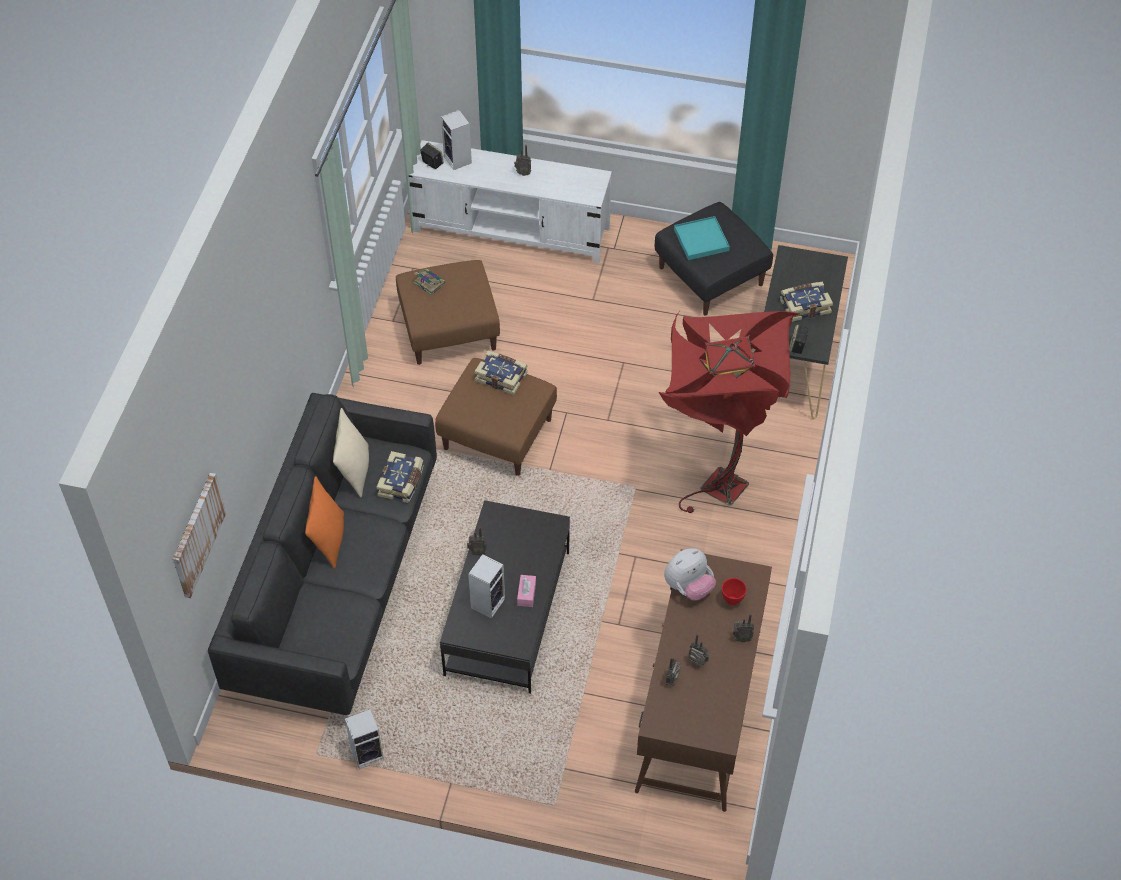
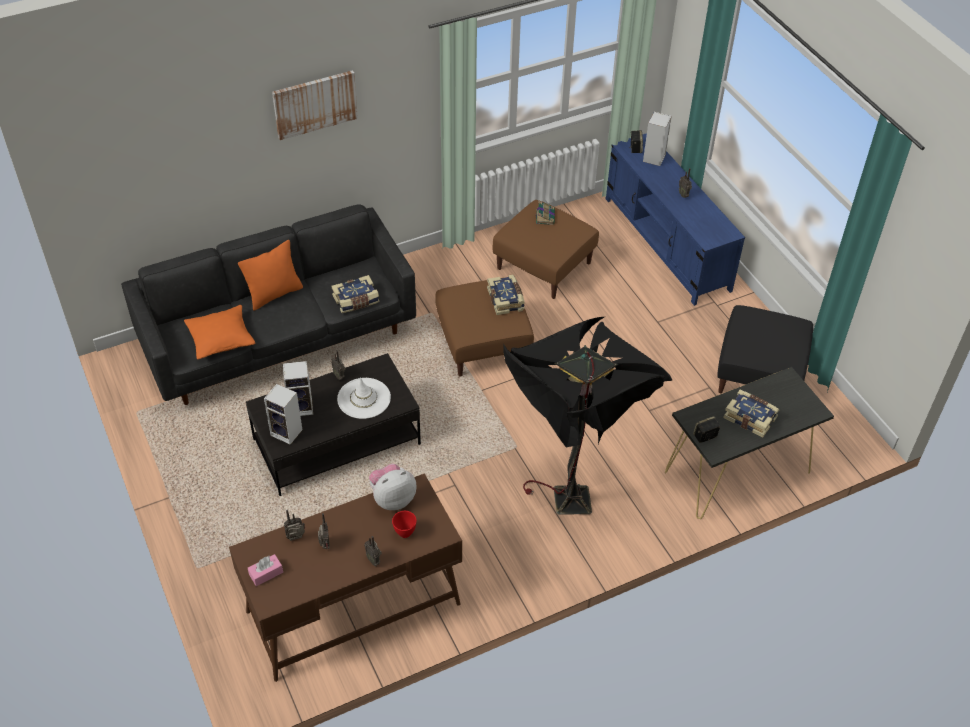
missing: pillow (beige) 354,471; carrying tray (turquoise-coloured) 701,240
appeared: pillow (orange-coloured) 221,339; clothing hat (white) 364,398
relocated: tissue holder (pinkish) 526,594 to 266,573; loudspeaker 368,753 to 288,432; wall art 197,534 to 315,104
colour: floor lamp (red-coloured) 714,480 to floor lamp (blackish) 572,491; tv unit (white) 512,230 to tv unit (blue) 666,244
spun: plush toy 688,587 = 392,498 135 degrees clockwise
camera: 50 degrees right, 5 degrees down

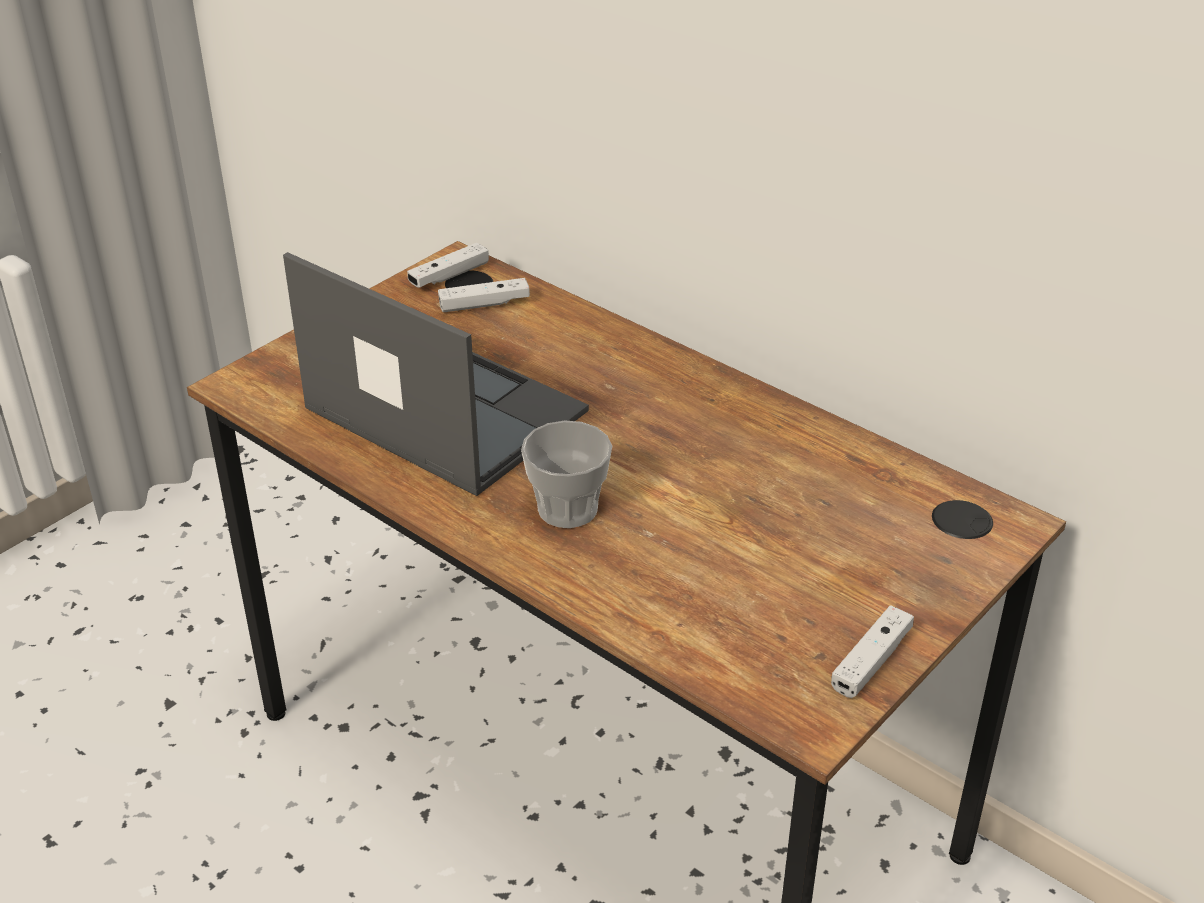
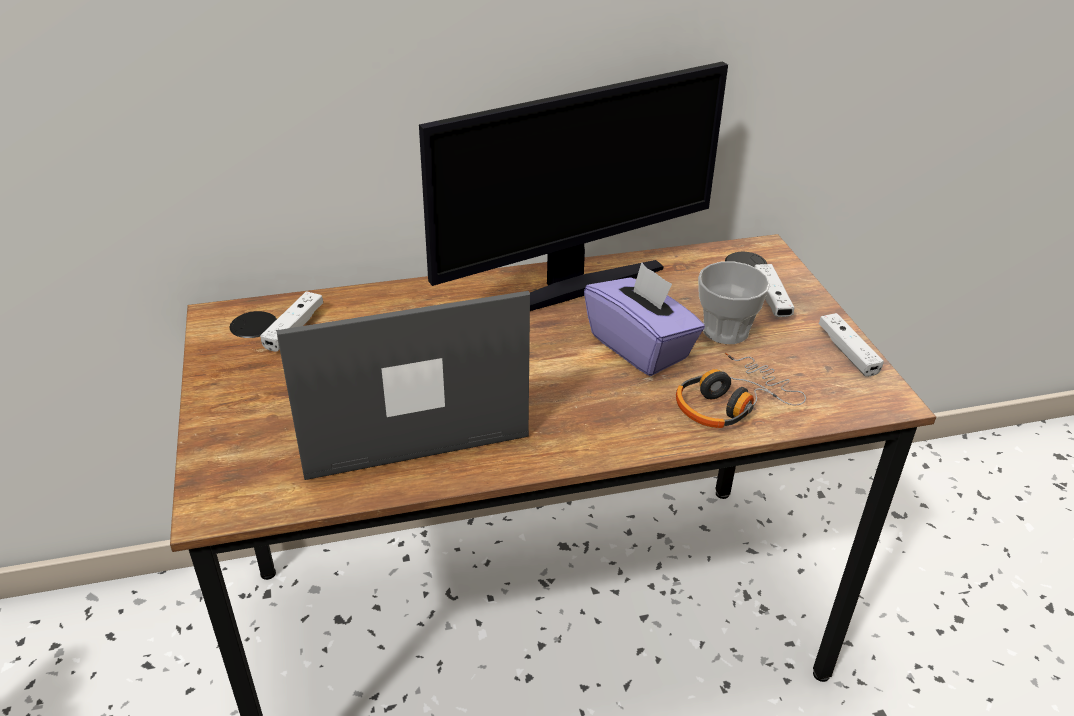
appeared: computer screen 570,288; tissue holder (purplish) 640,347; headphones 731,403
relocated: drinking cup 567,509 to 725,330; gamepad (white) 449,275 to 771,299
camera: 55 degrees left, 0 degrees up

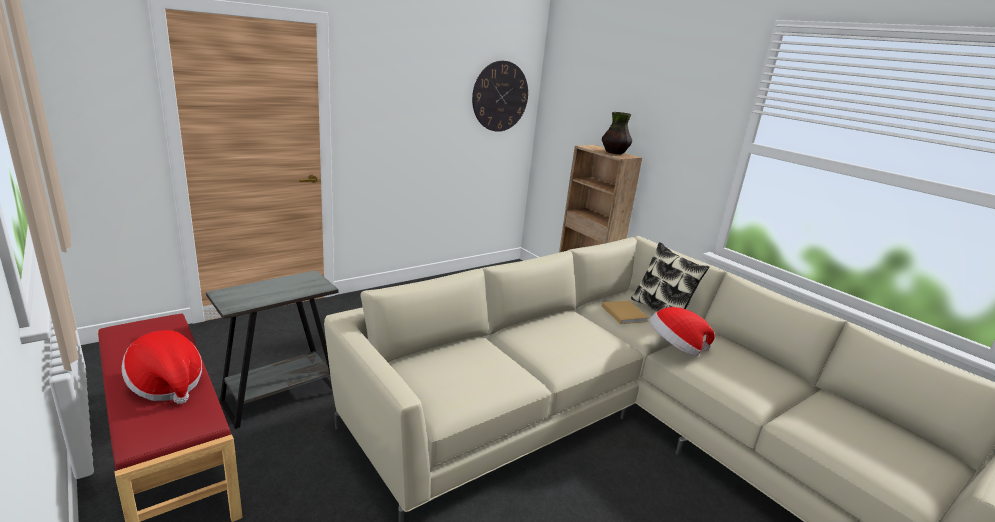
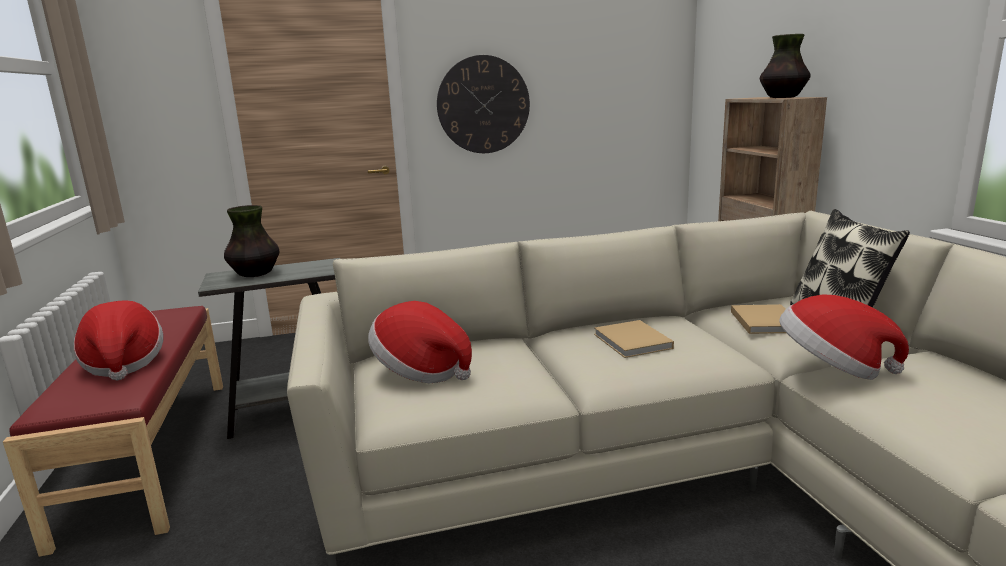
appeared: flower vase 255,274; clothing hat 420,371; volume (beige) 633,342
relocated: clock on the wall 500,96 to 483,105
camera: 25 degrees right, 5 degrees down

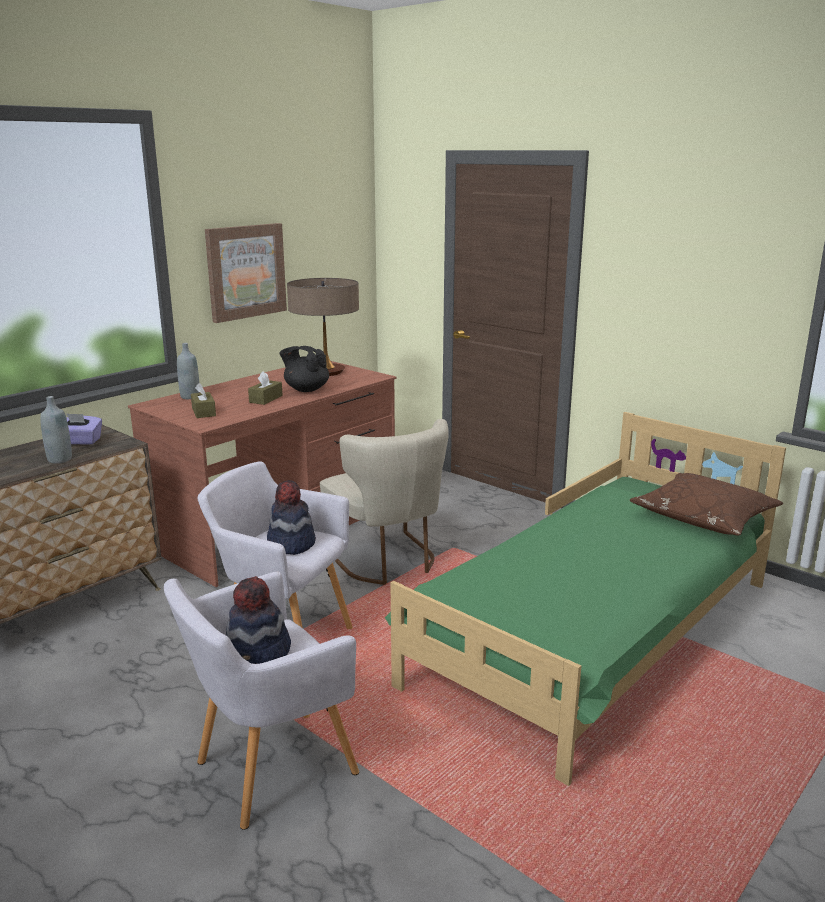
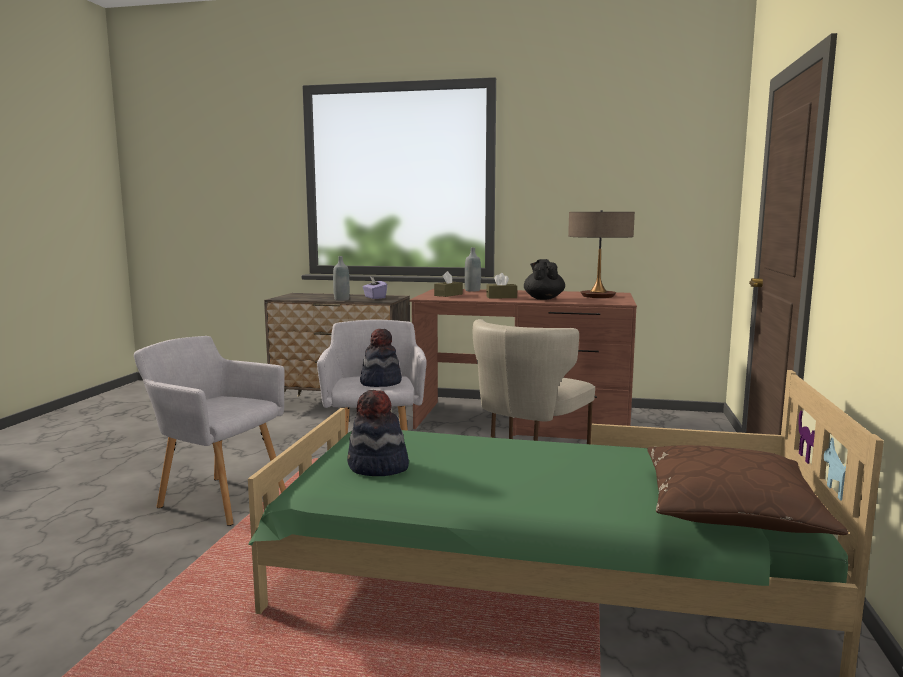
missing: wall art 245,271
relocated: clothing hat 258,654 to 377,467
camera: 60 degrees right, 10 degrees down

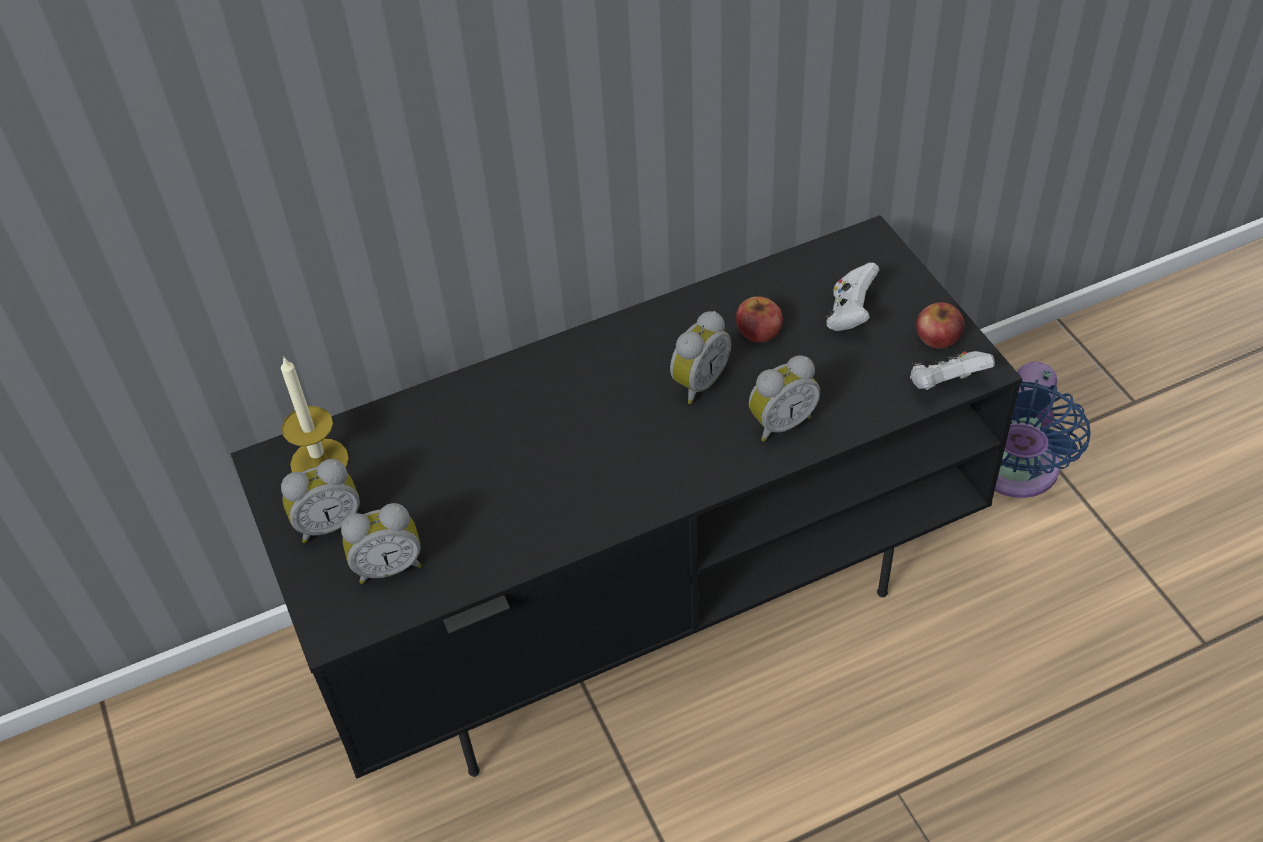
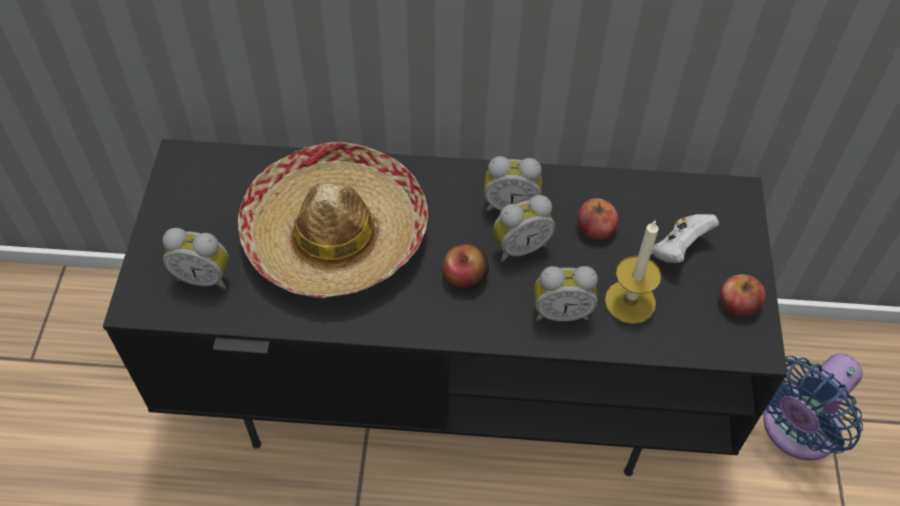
missing: gamepad (white) 945,385
appeared: clothing hat 335,234; apple 465,277
relocated: alarm clock 329,523 to 510,205; candle 319,461 to 630,301
camera: 25 degrees right, 5 degrees up

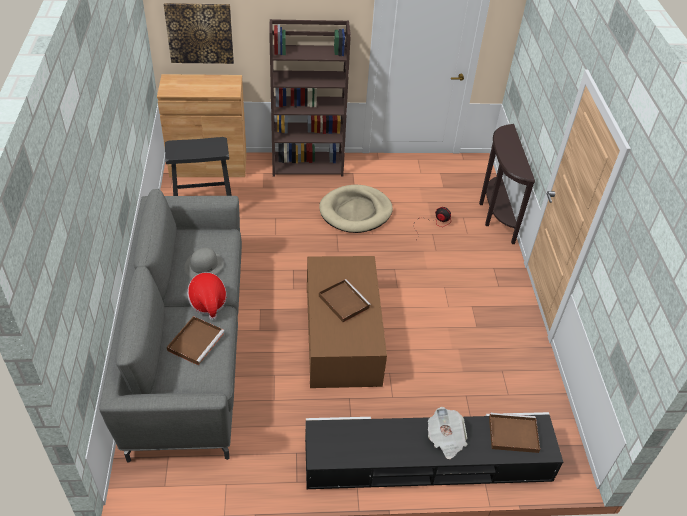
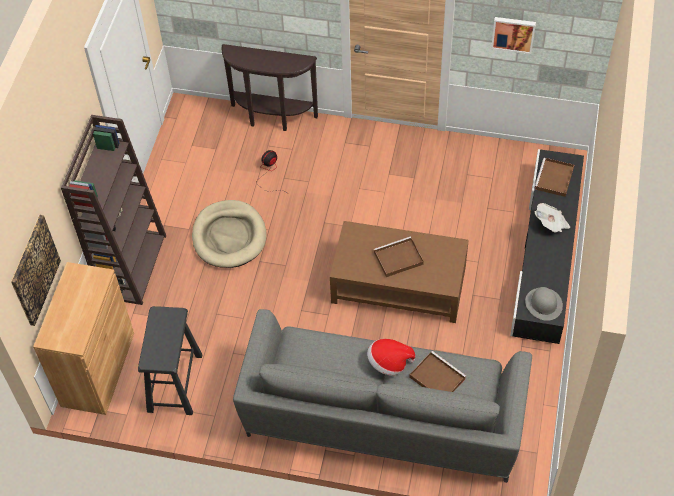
appeared: wall art 513,33
relocated: clothing hat (gray) 204,265 to 543,304
camera: 70 degrees left, 10 degrees up

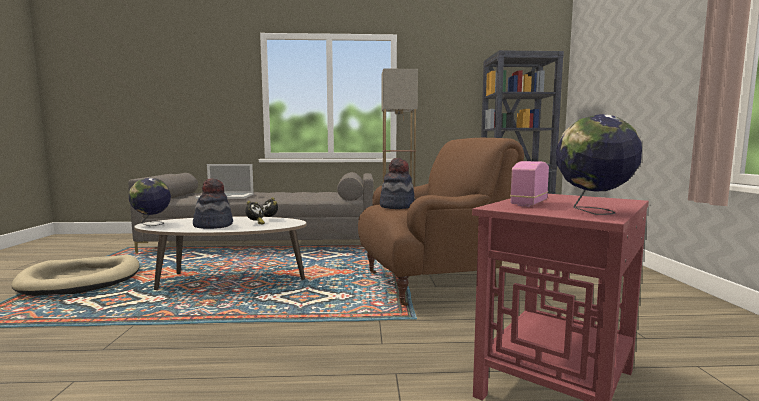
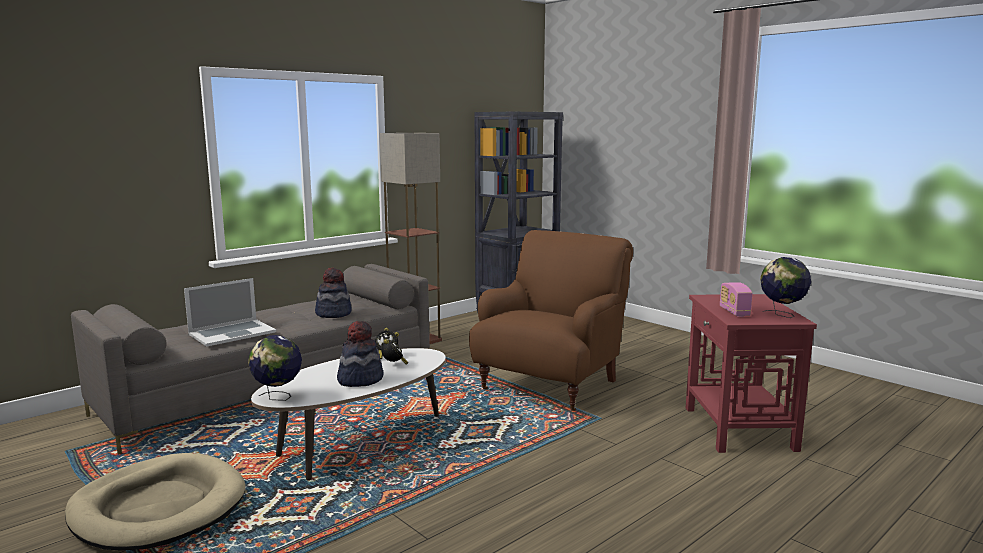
relocated: clothing hat 397,206 to 333,313
camera: 40 degrees left, 5 degrees up

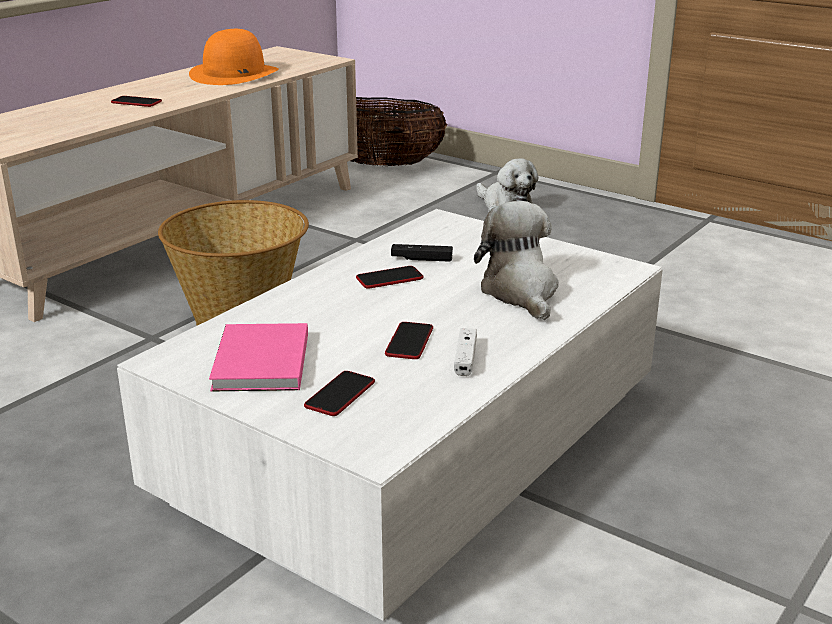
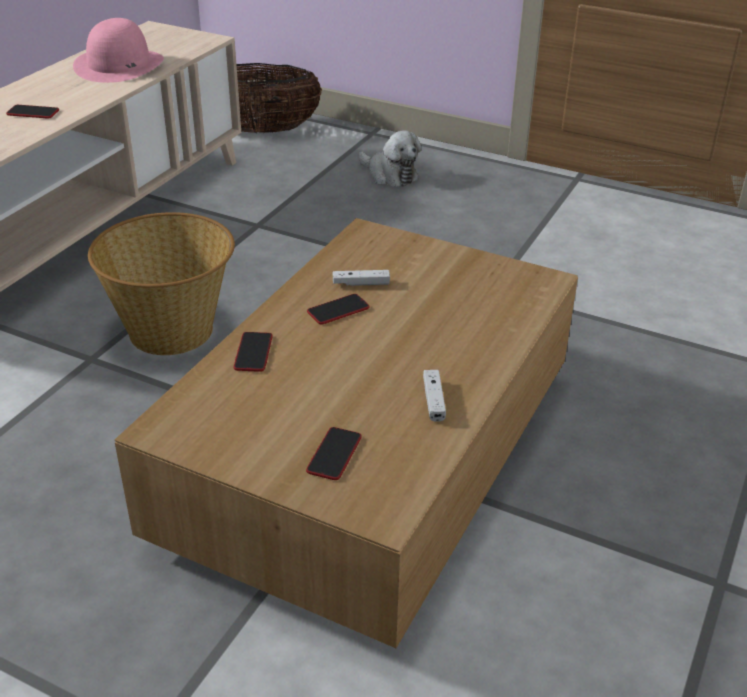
missing: volume (pinkish) 259,363; plush toy 521,292
relocated: phone 409,342 to 253,353
colour: clothing hat (orange-coloured) 234,74 to clothing hat (pinkish) 119,65; lounge table (white) 415,445 to lounge table (brown) 371,457; gamepad (blackish) 421,259 to gamepad (white) 361,283
camera: 10 degrees left, 10 degrees up

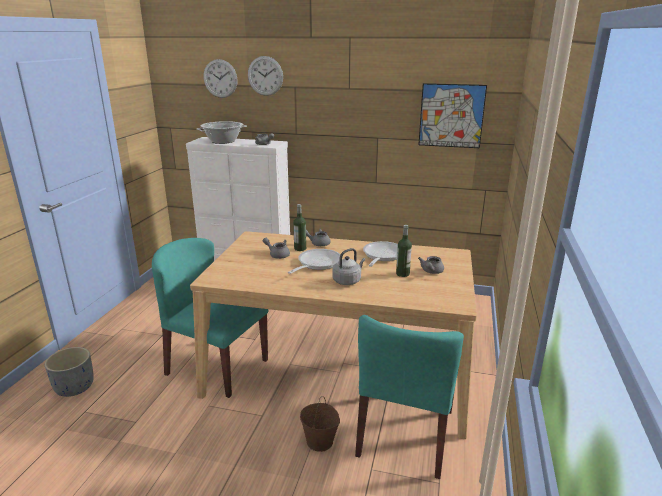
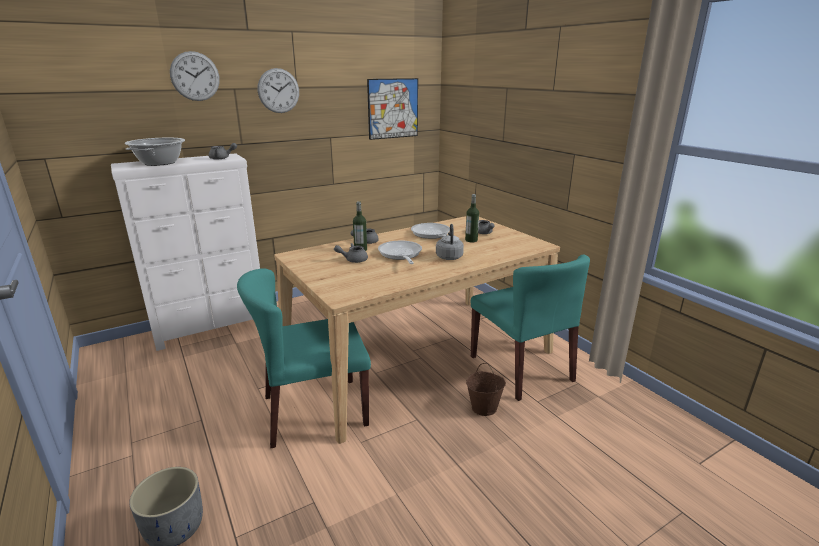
relocated: clock on the wall 220,78 to 278,91
camera: 45 degrees left, 0 degrees up

